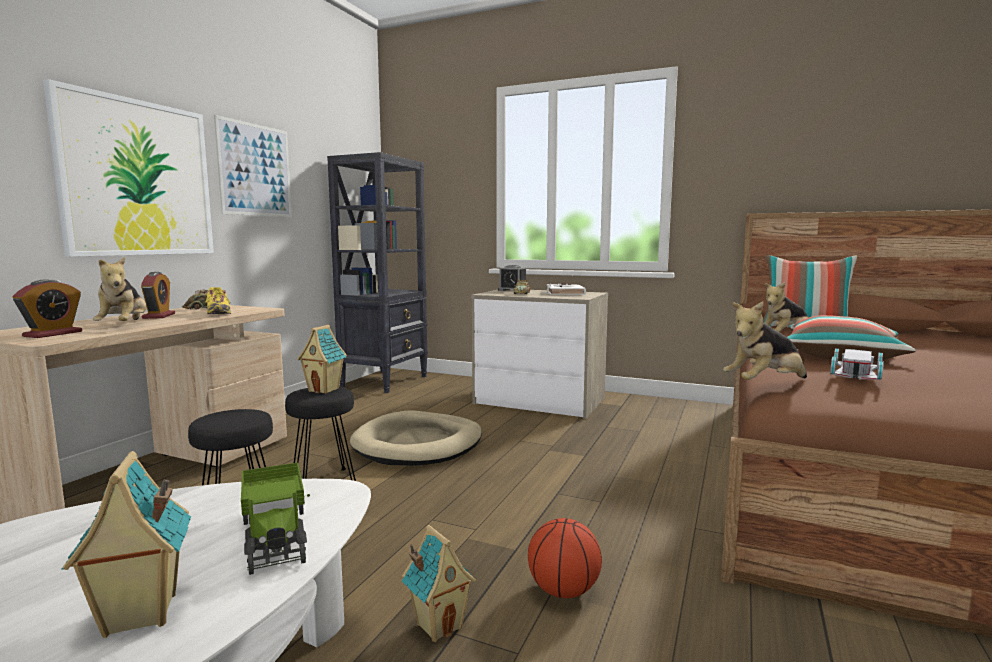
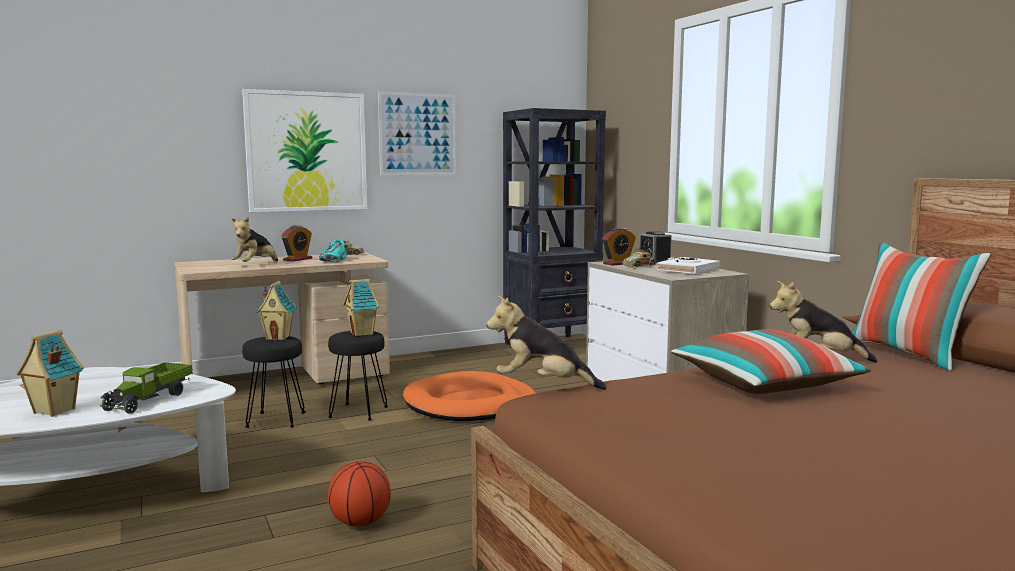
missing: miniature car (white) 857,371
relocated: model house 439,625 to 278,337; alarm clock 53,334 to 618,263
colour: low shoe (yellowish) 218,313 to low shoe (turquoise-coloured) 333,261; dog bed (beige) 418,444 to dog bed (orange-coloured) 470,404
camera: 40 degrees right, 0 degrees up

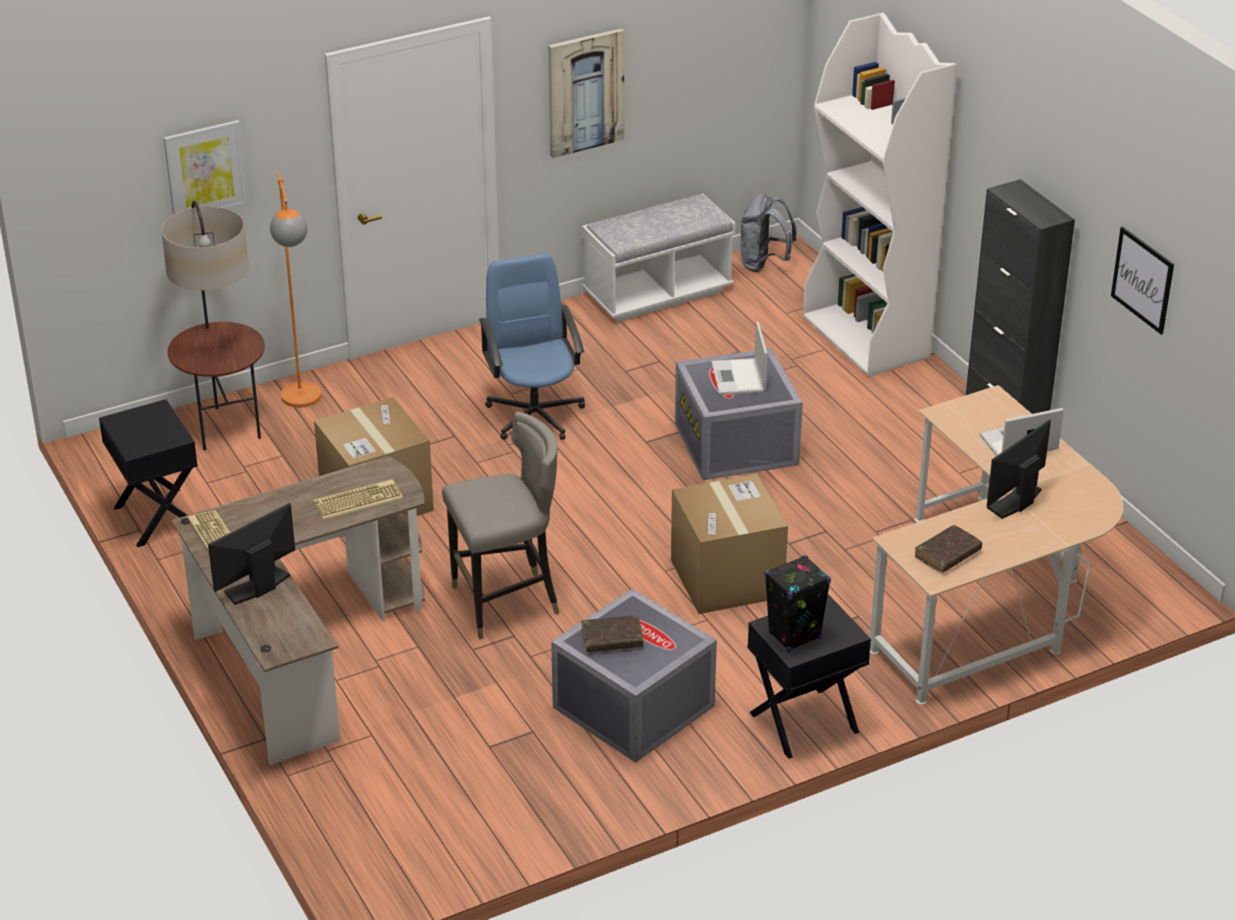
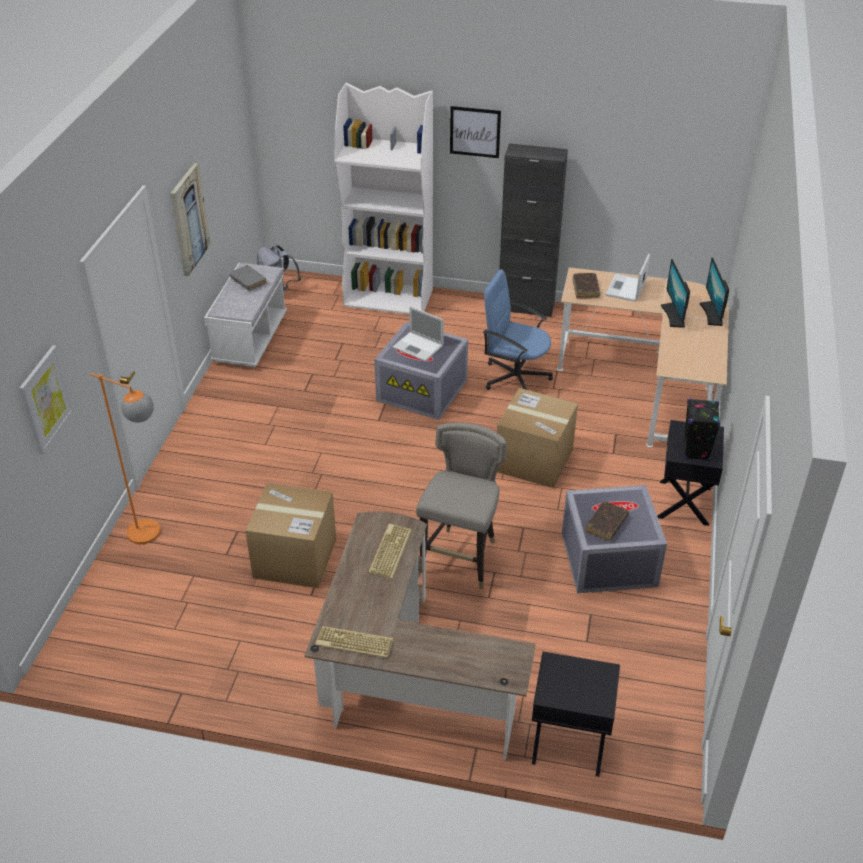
missing: floor lamp 225,428
appeared: volume (gray) 248,281
relocated: wall art 1142,280 to 475,132; computer chair (blue) 535,414 to 515,377; night table (blackish) 157,517 to 568,744; volume (brown) 947,555 to 585,289; computer screen 257,586 to 712,314
camera: 50 degrees left, 5 degrees up

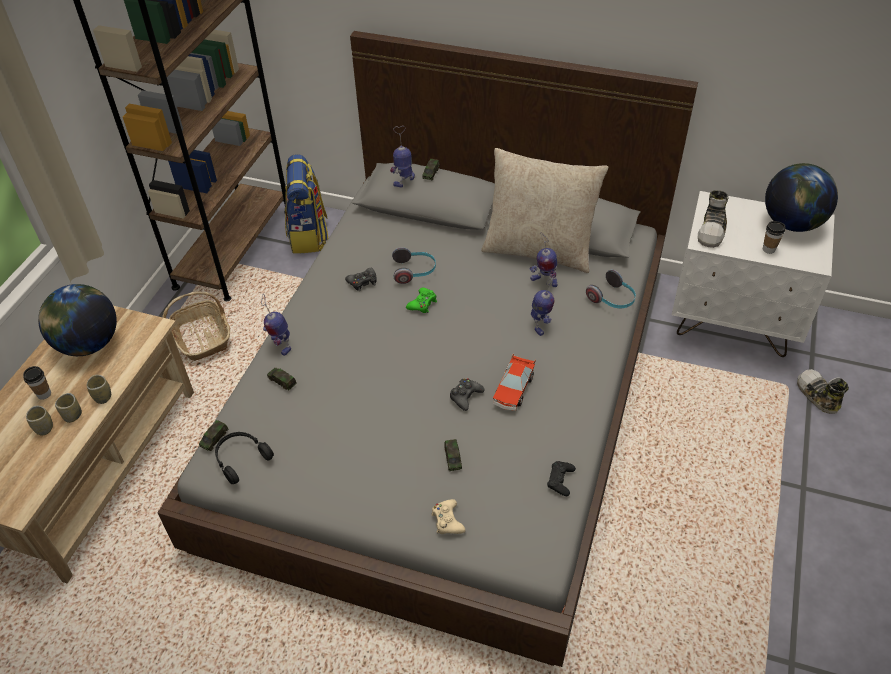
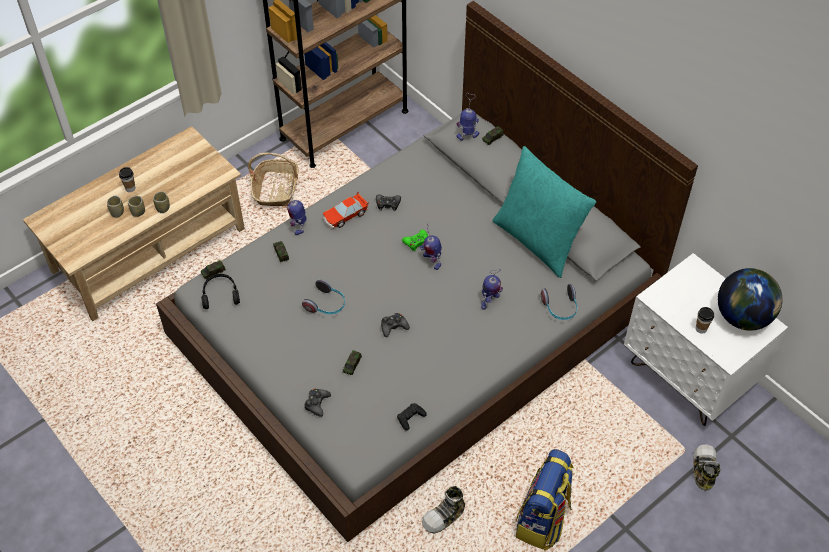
missing: world globe 88,344
relocated: headphones 414,271 to 326,305; miniature car 513,389 to 345,216; model robot 544,281 to 431,261; low shoe 712,230 to 444,516; knapsack 309,235 to 543,520
colour: gamepad (beige) 447,521 to gamepad (blackish) 317,403; pillow (beige) 539,250 to pillow (turquoise-coloured) 538,241
camera: 30 degrees right, 5 degrees up

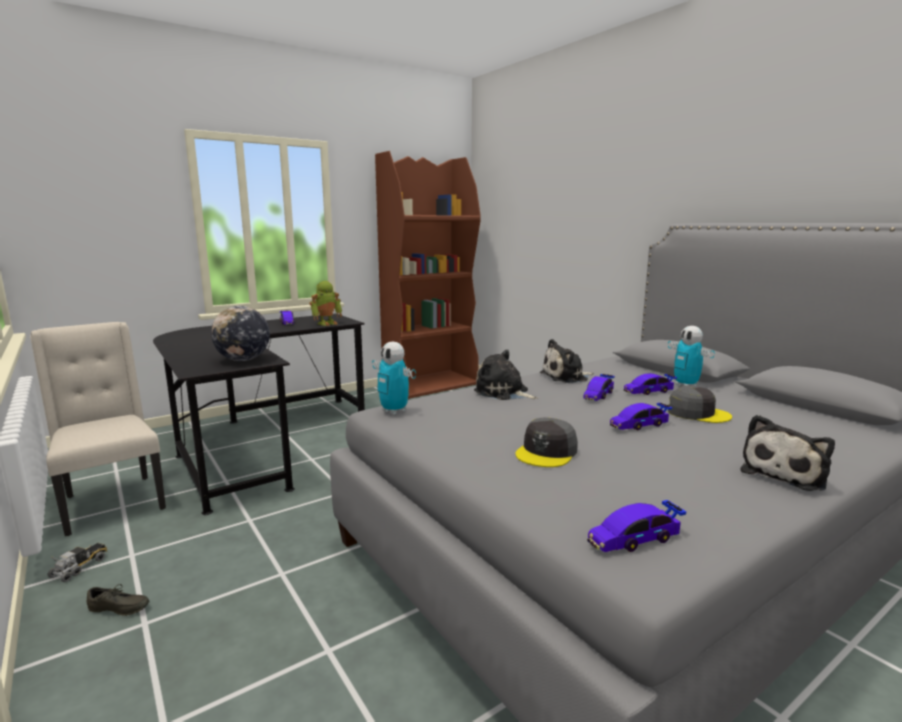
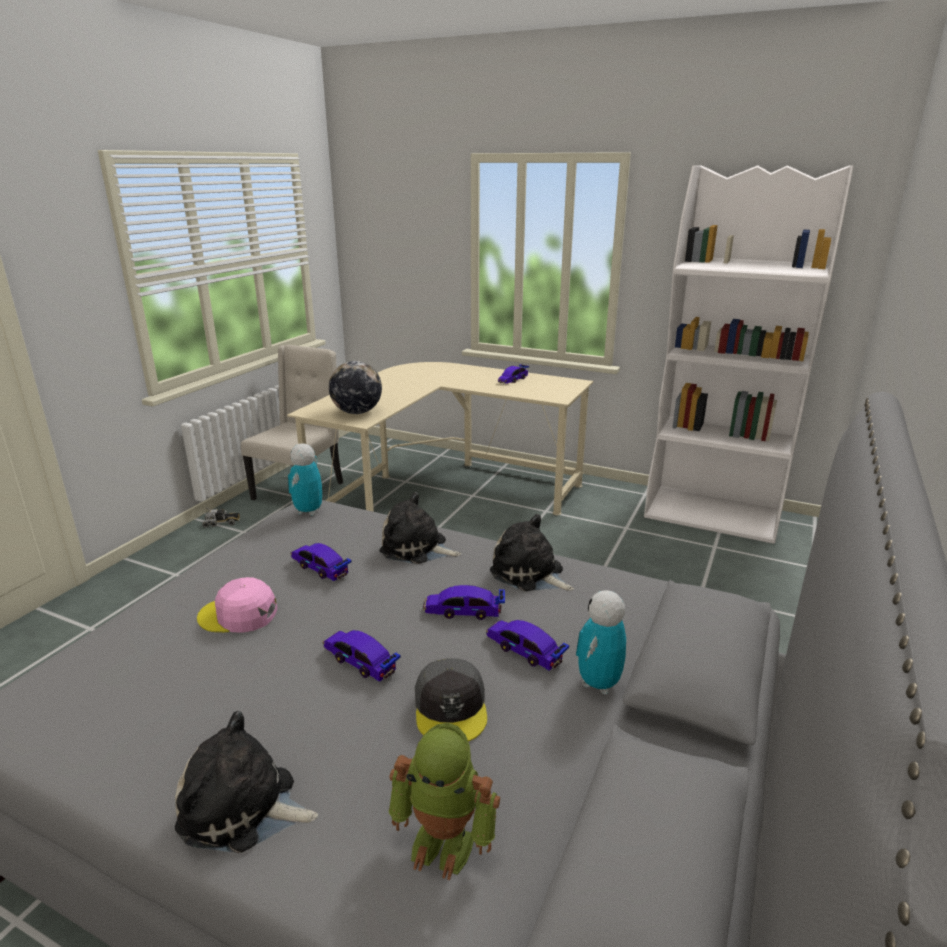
missing: low shoe (gray) 118,610
relocated: miniature car 634,539 to 320,568; model robot 327,323 to 445,841
colour: cap (gray) 547,452 to cap (pinkish) 238,615; desk table (blackish) 259,442 to desk table (beige) 443,493; shelving unit (brown) 431,385 to shelving unit (white) 713,514
spun: plush toy 503,393 = 417,548 75 degrees counterclockwise
camera: 60 degrees right, 10 degrees up

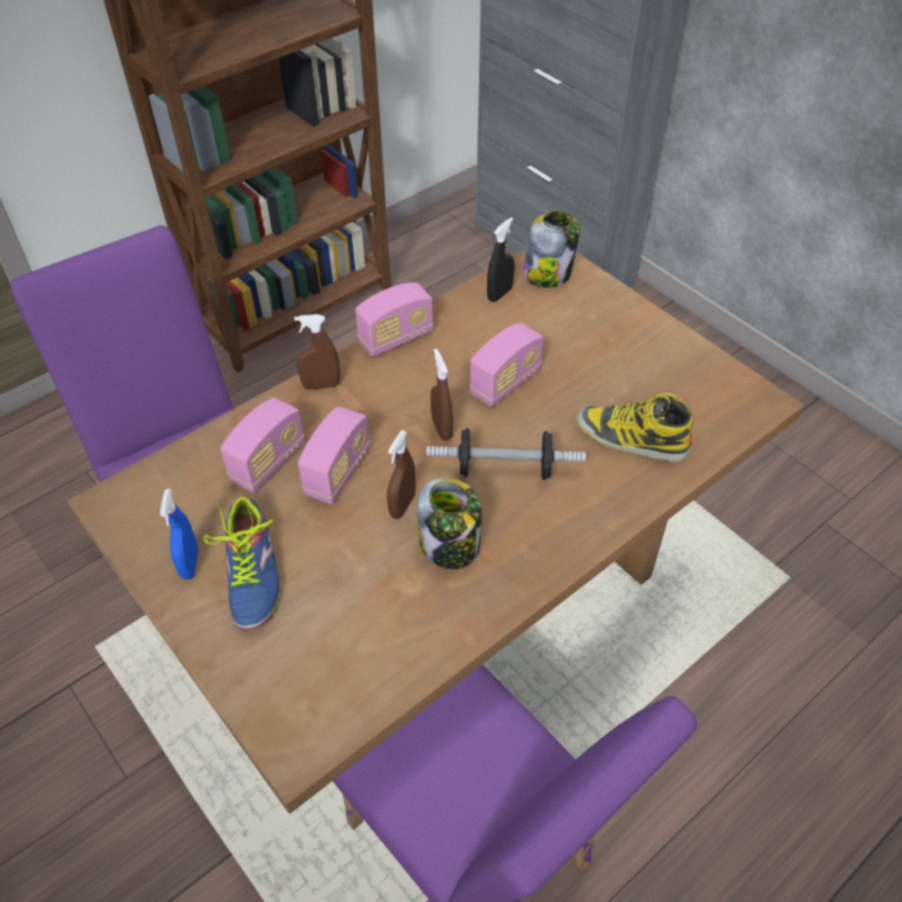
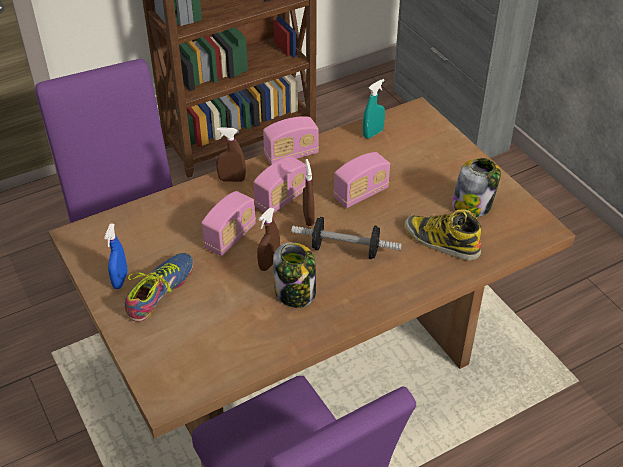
relocated: radio set 268,463 to 281,199; storage jar 547,274 to 472,205
colour: sprayer (blackish) 499,294 to sprayer (turquoise-coloured) 373,133
spun: low shoe 252,573 = 160,291 150 degrees counterclockwise
camera: 10 degrees right, 5 degrees down

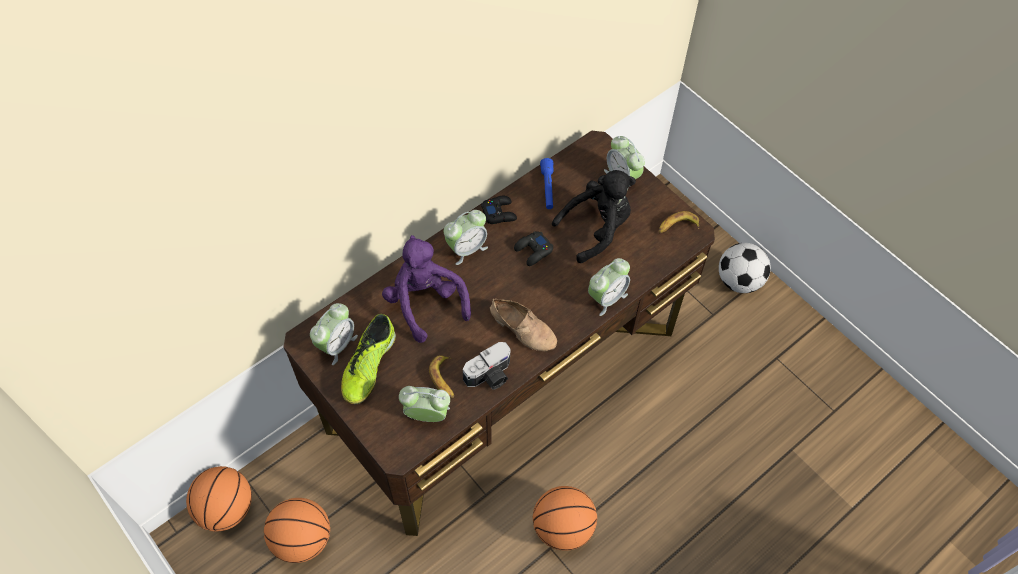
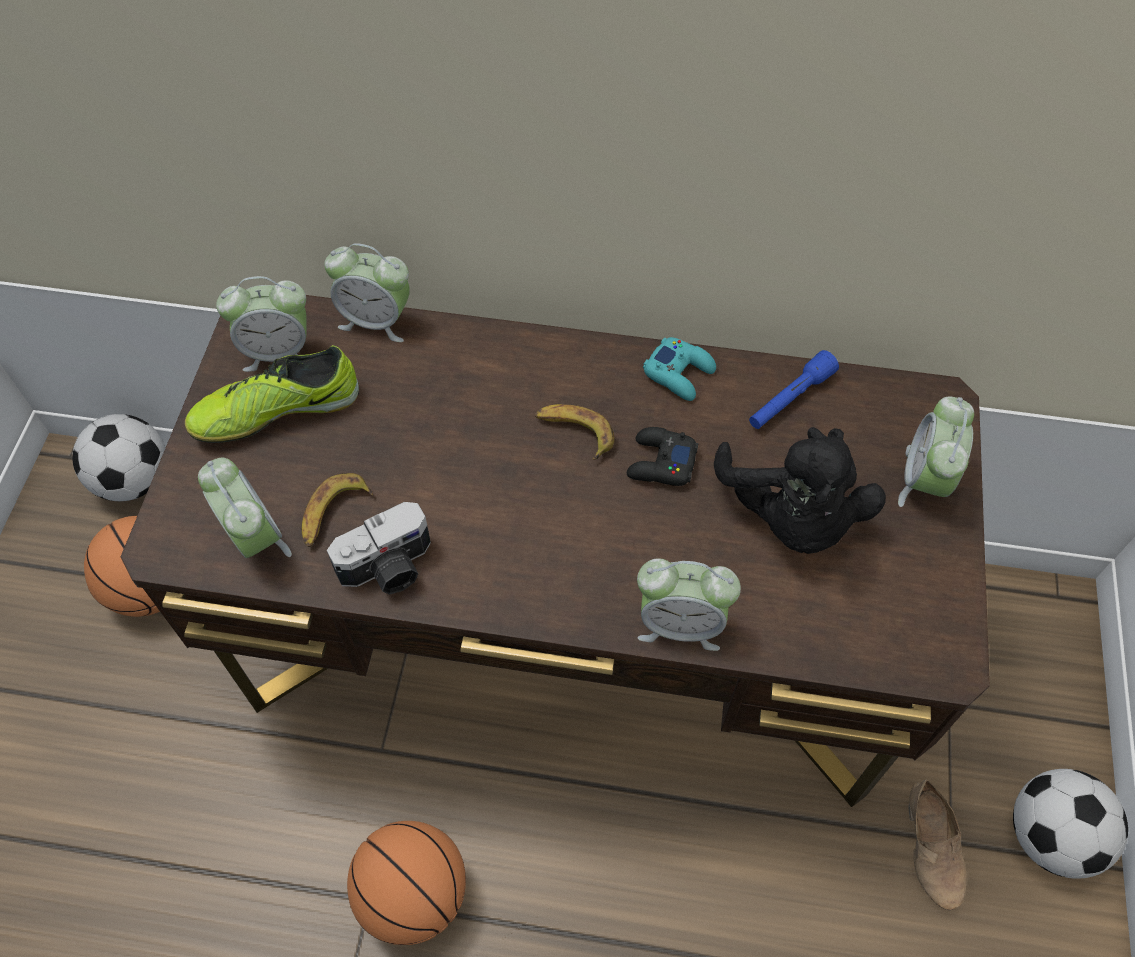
missing: plush toy (purplish) 425,303
relocated: alarm clock 466,249 to 376,320; banana 677,227 to 574,433; low shoe (beige) 524,328 to 934,847
exchanged: basketball 226,509 to football ball 134,480
colour: gamepad (blackish) 499,213 to gamepad (turquoise-coloured) 679,373
spun: still camera 490,376 = 389,569 45 degrees counterclockwise; plush toy (blackish) 596,229 = 791,515 60 degrees clockwise
camera: 50 degrees right, 0 degrees up

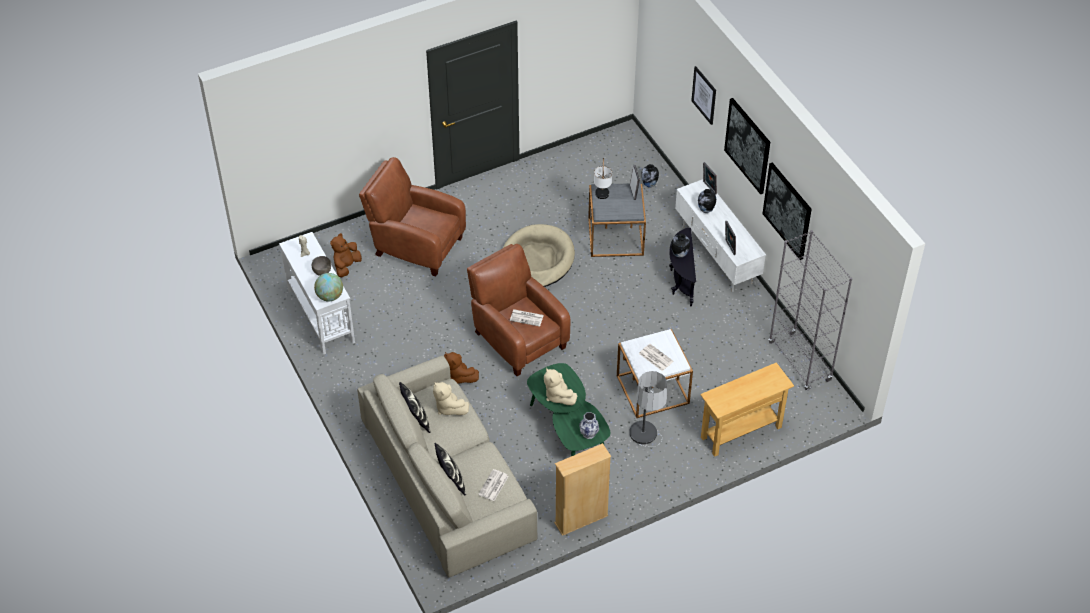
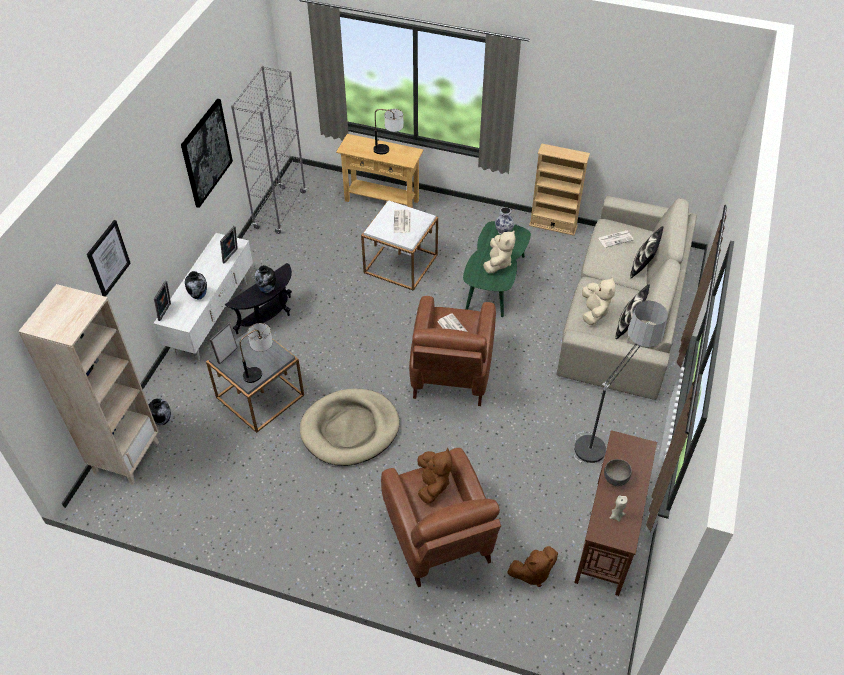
missing: world globe 330,296; wall art 748,145
appeared: shelving unit (beige) 126,456; lamp for a table 389,150
relocated: plush toy (brown) 458,376 to 433,484; floor lamp 645,452 to 604,434
colour: console table (white) 321,315 to console table (brown) 607,535
camera: 135 degrees left, 0 degrees up

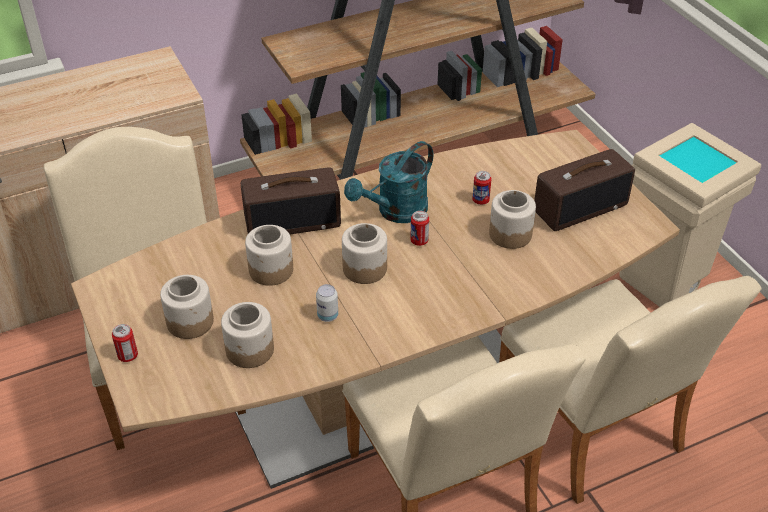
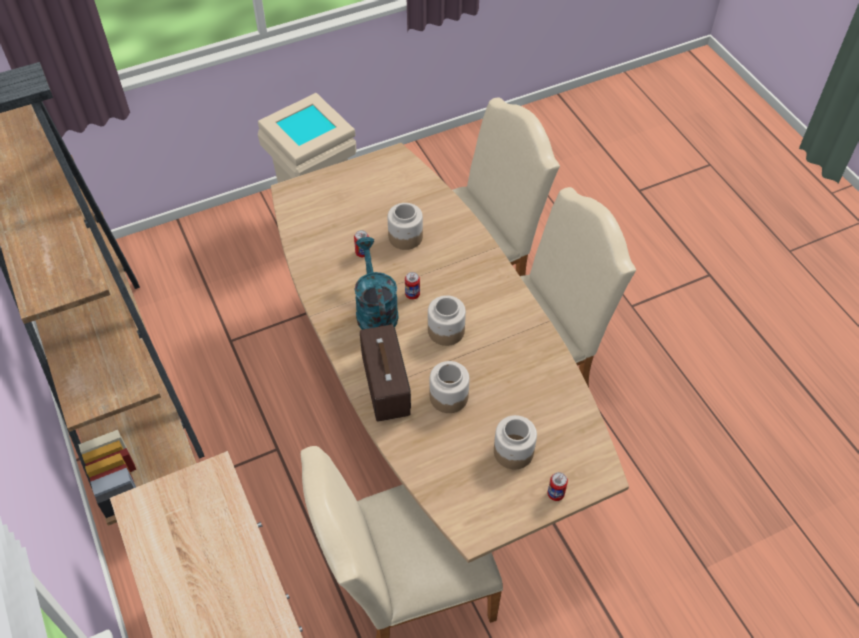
missing: storage jar 250,350; metal can 327,316; radio set 580,207
spun: sprinkling can (turquoise-coloured) 395,212 = 375,310 150 degrees counterclockwise
camera: 90 degrees left, 10 degrees up

